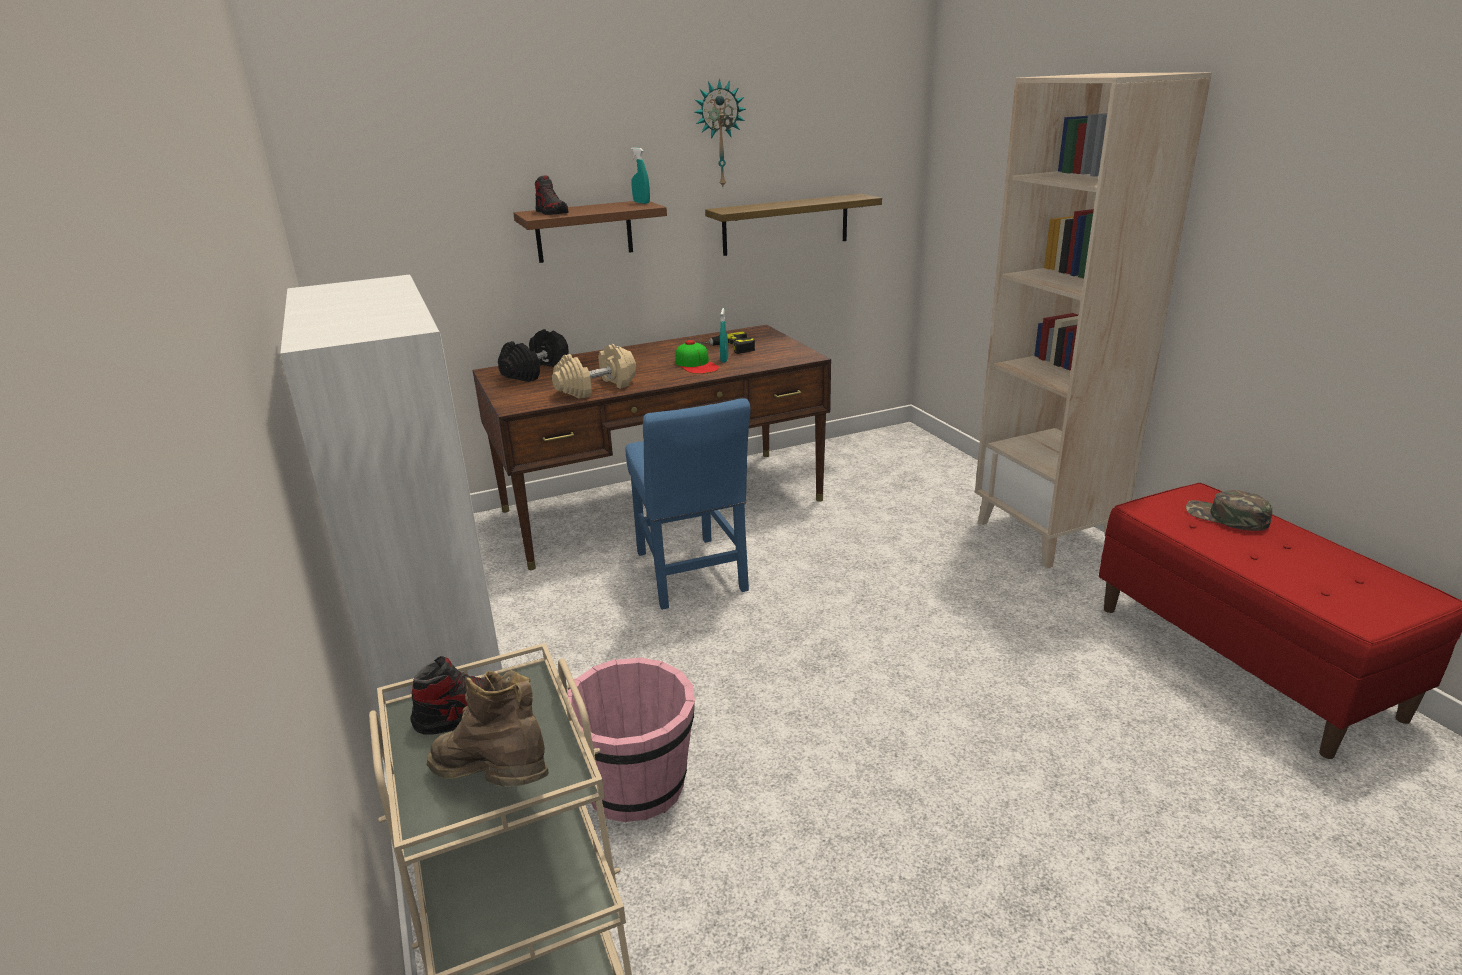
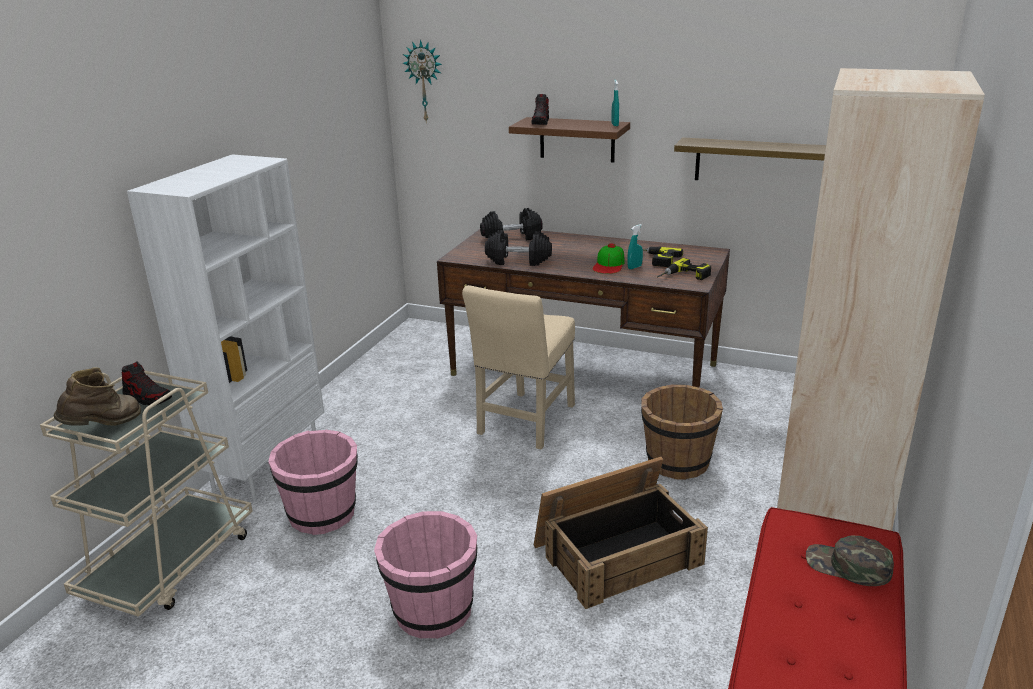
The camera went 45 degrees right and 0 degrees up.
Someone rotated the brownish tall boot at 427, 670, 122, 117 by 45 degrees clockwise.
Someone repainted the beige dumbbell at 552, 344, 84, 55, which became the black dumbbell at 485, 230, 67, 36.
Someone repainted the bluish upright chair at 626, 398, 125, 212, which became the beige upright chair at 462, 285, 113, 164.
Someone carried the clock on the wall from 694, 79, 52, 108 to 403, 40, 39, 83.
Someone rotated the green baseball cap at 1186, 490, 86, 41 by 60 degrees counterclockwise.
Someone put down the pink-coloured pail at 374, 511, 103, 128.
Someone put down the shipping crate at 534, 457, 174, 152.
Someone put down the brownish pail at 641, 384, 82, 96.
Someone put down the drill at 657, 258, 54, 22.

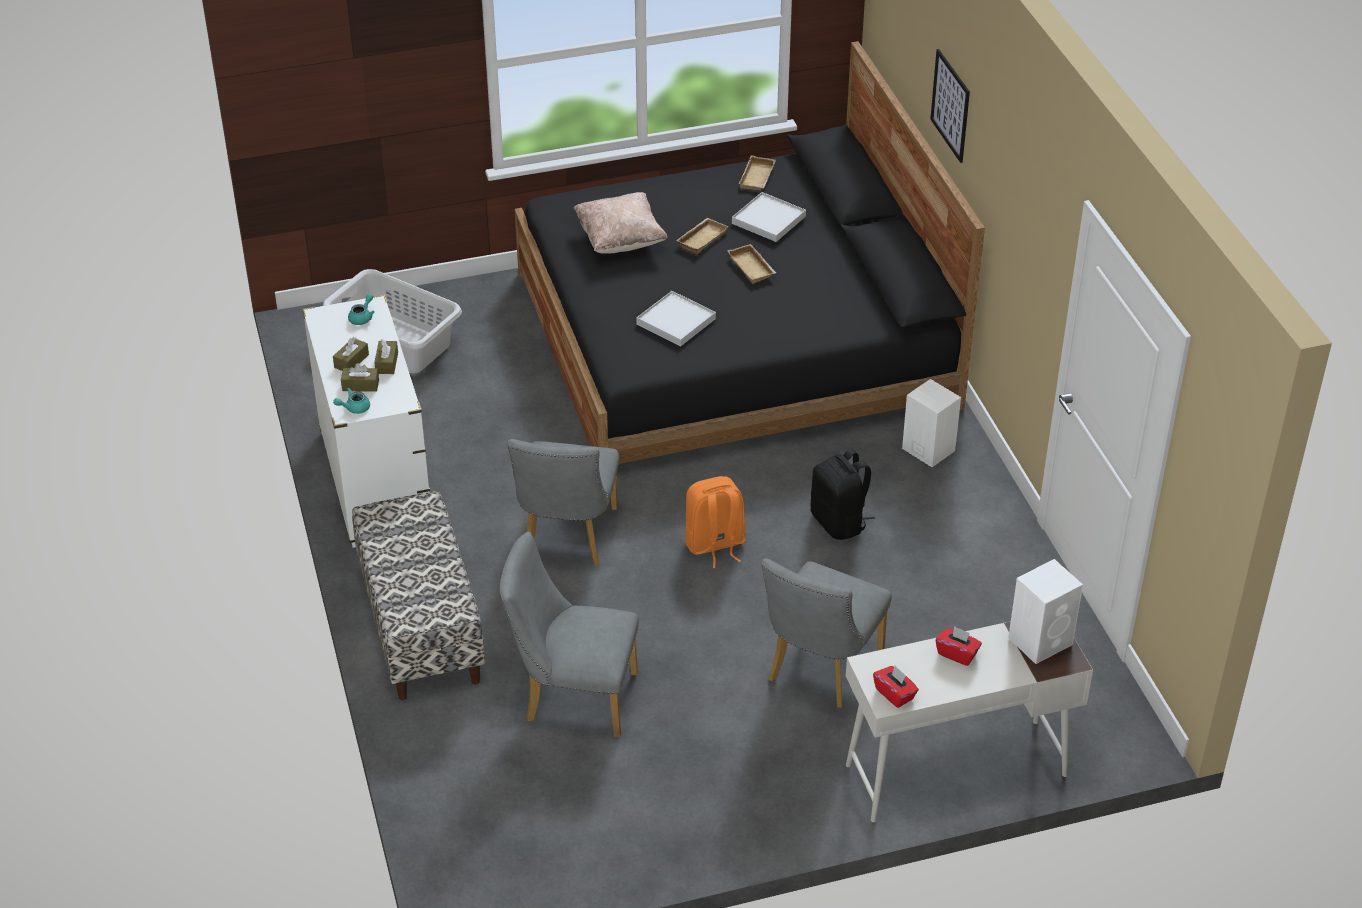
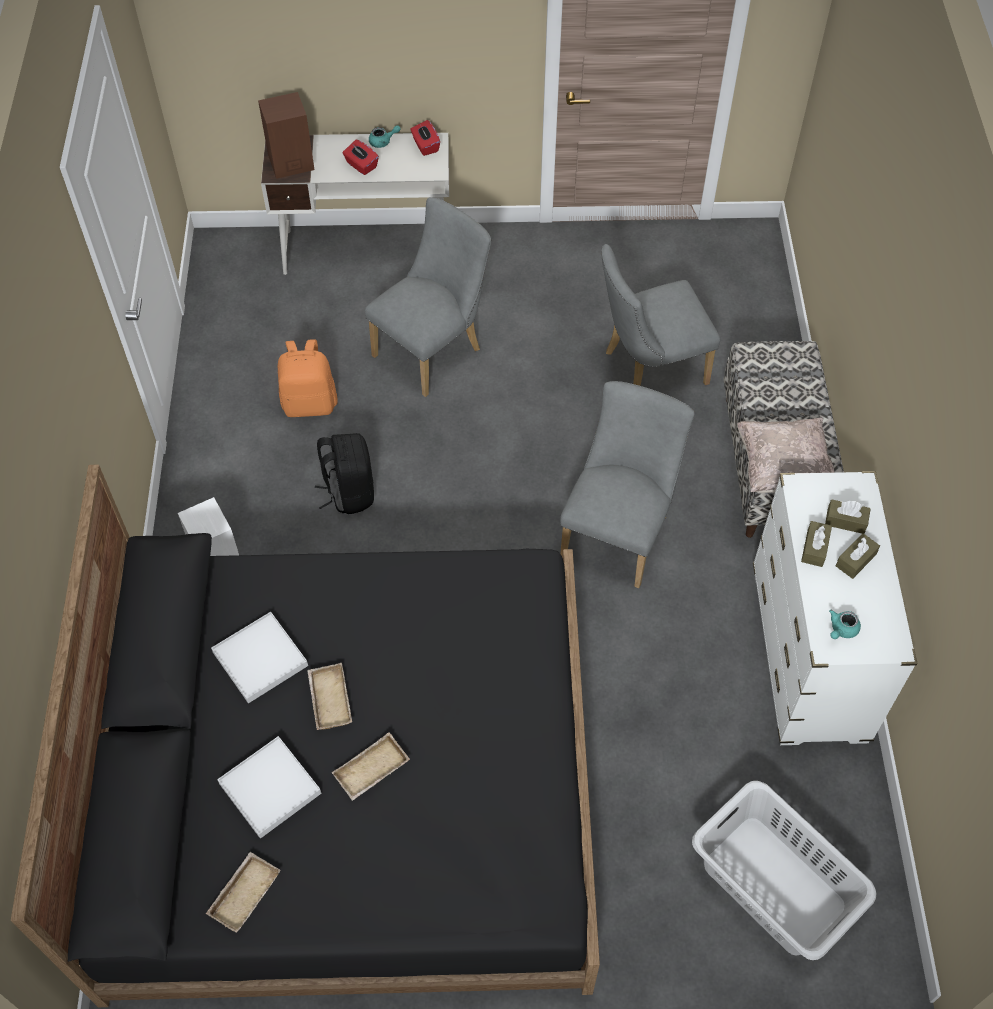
The camera went 165 degrees left and 15 degrees up.
Someone carried the blue-green teapot from 333, 388, 37, 26 to 369, 125, 32, 23.
Someone rotated the gray upright chair at 500, 532, 139, 205 by 135 degrees clockwise.
Someone carried the beige cushion from 573, 192, 95, 62 to 737, 417, 98, 76.
Someone carried the white tray from 636, 291, 80, 55 to 211, 612, 97, 91.
Someone carried the orangey knapsack from 685, 476, 61, 92 to 278, 339, 60, 78.
Someone took away the wall picture at 930, 49, 40, 114.
Someone repainted the white speaker at 1008, 559, 75, 105, which became the brownish speaker at 258, 92, 56, 87.

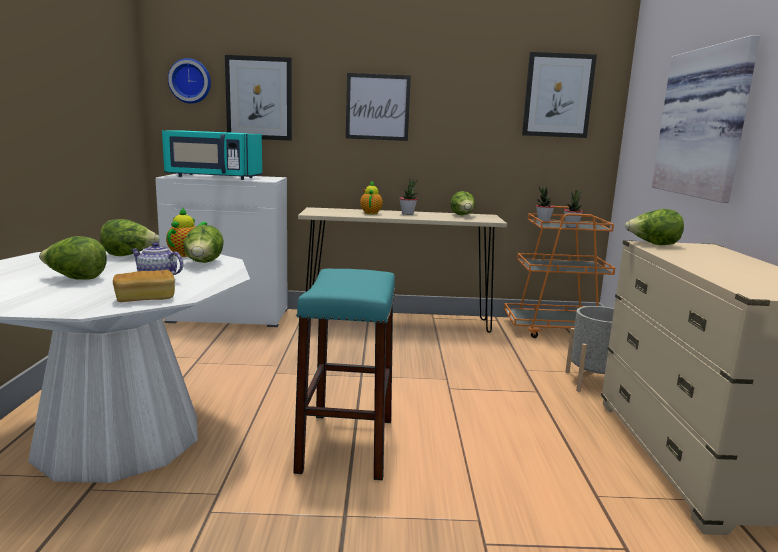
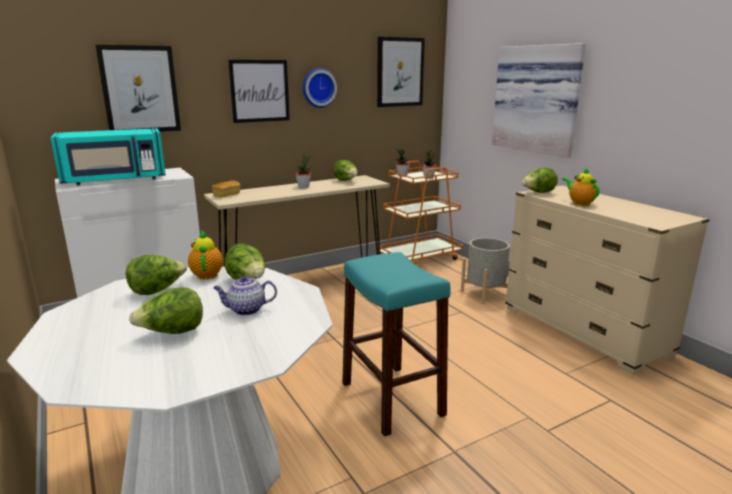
The camera went 30 degrees left and 5 degrees up.
Someone carried the baked bread from 113, 270, 62, 32 to 212, 180, 28, 17.
Someone carried the clock on the wall from 168, 58, 43, 46 to 303, 68, 34, 40.
Someone carried the teapot from 360, 181, 23, 33 to 562, 168, 38, 38.

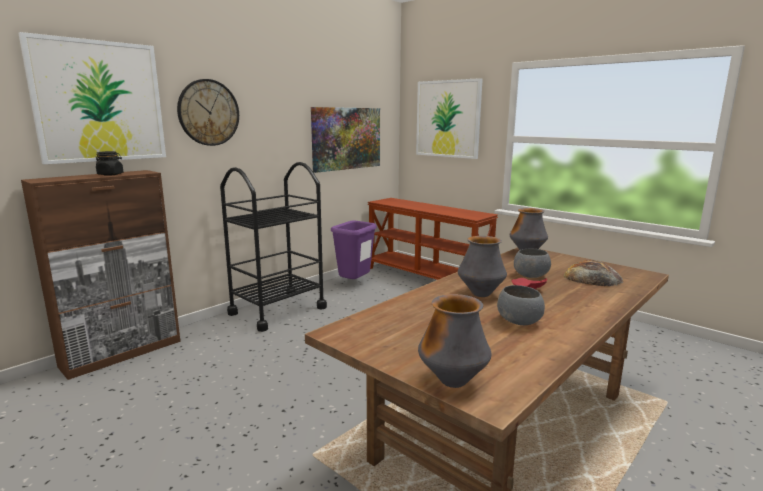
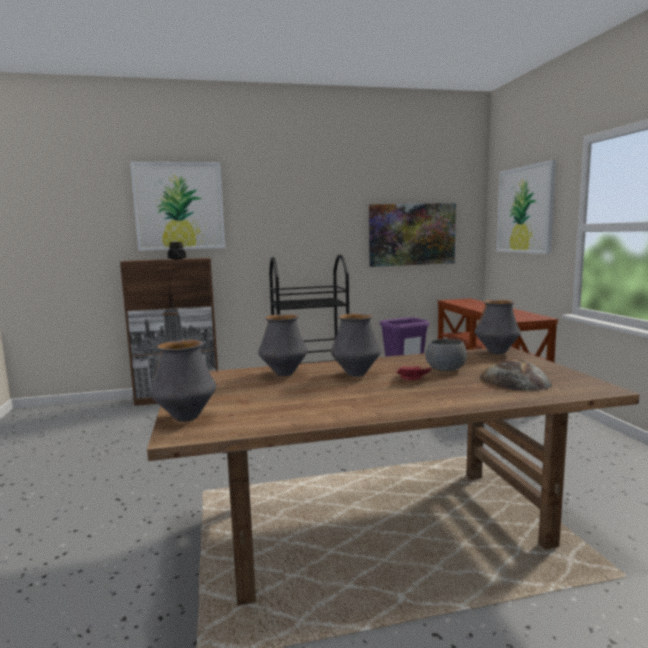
The camera went 35 degrees right and 5 degrees down.
Someone took away the clock on the wall at 177, 79, 62, 67.
Someone took away the gray deep dish at 497, 285, 48, 40.
Someone put down the decorative vase at 258, 314, 50, 62.

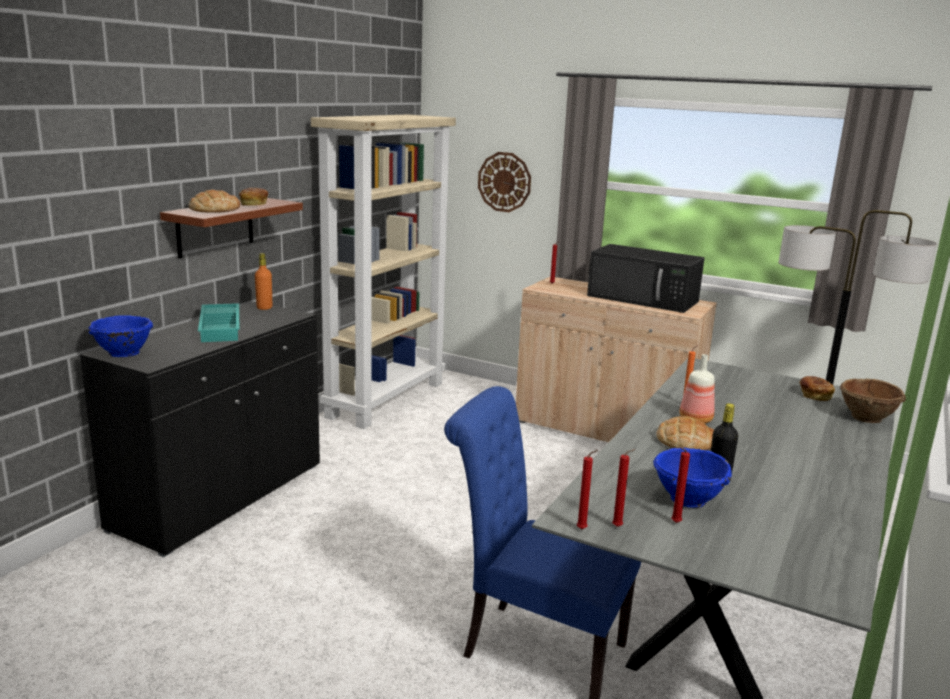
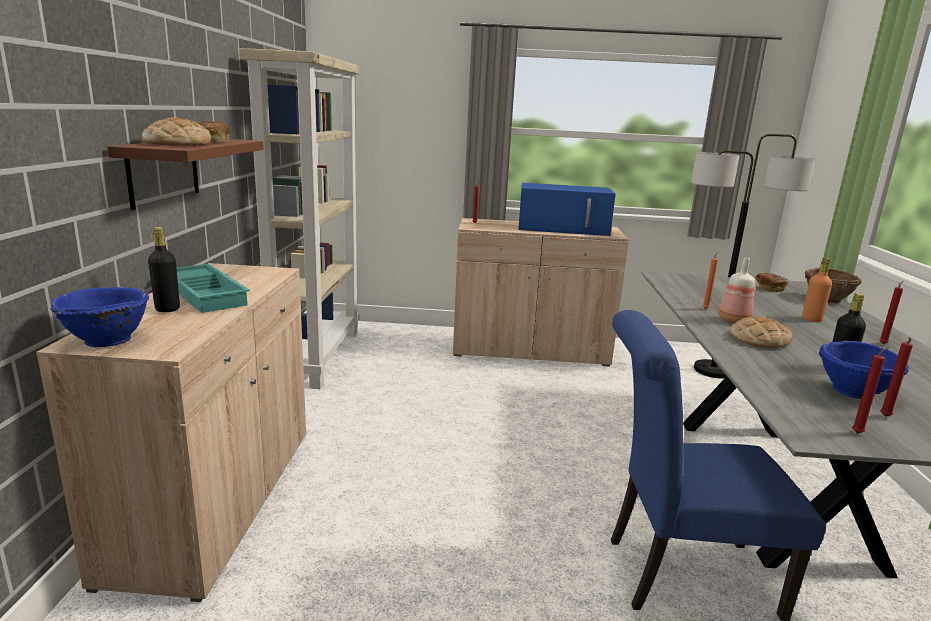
The camera went 25 degrees left and 0 degrees up.
Someone repainted the black cupboard at 80, 302, 240, 255, which became the beige cupboard at 36, 263, 270, 339.
Someone carried the orangey beverage bottle from 255, 253, 17, 57 to 802, 258, 30, 64.
Someone took away the clock on the wall at 478, 152, 53, 60.
Someone carried the red-coloured candle from 577, 450, 21, 79 to 879, 281, 25, 63.
Someone repainted the black microwave at 587, 244, 118, 69, which became the bluish microwave at 518, 183, 98, 53.
Someone put down the black beverage bottle at 148, 227, 32, 85.

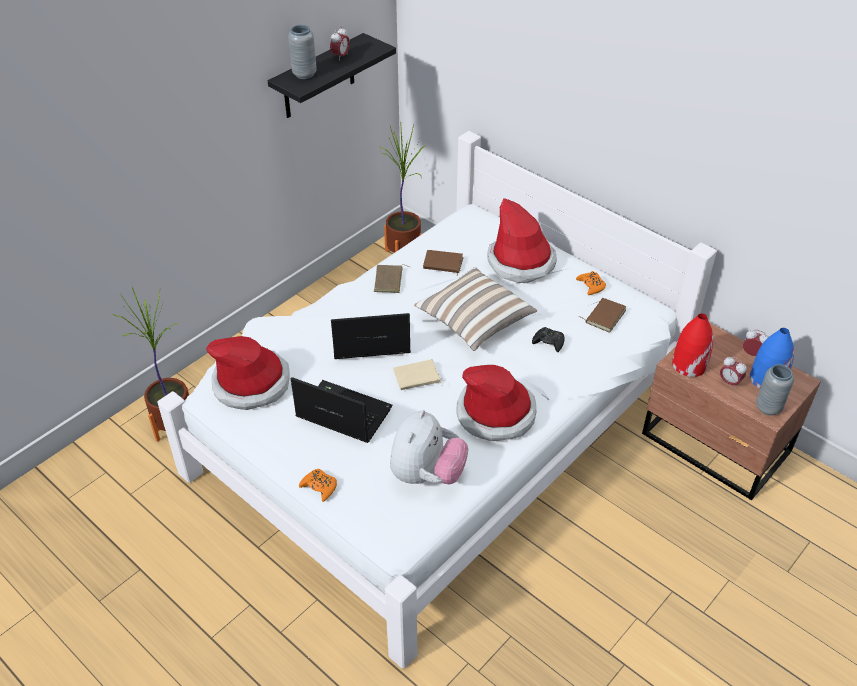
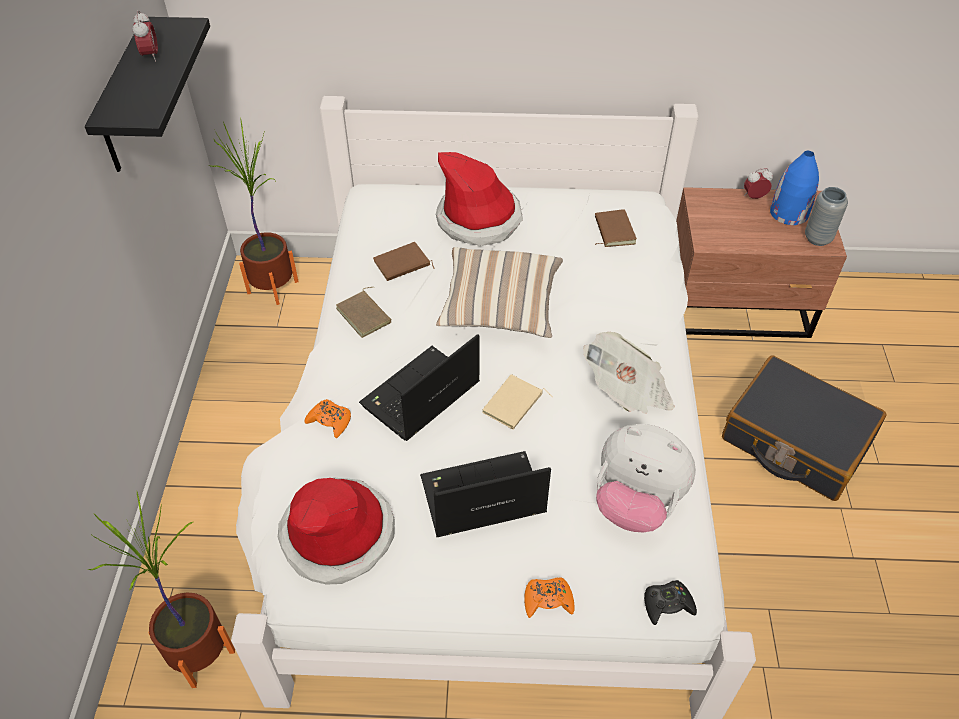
The camera went 40 degrees left and 5 degrees up.
Someone took away the gray decorative vase at 288, 25, 29, 54.
Someone rotated the cuddly toy at 390, 410, 78, 74 by 135 degrees clockwise.
Someone swapped the clothing hat at 456, 365, 80, 76 for the daily paper at 583, 332, 92, 82.
Someone carried the black joypad from 532, 327, 33, 25 to 644, 580, 53, 45.
Someone carried the orangey joypad from 576, 271, 30, 24 to 305, 399, 46, 39.
Someone took away the red-coloured decorative vase at 672, 314, 41, 63.
Someone took away the bedside clock at 720, 357, 27, 32.
Someone put down the black travel case at 722, 355, 165, 146.

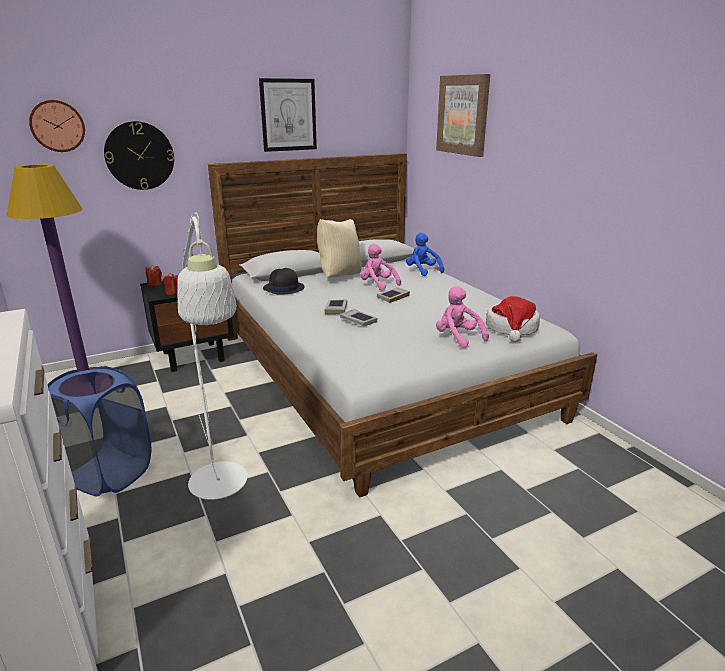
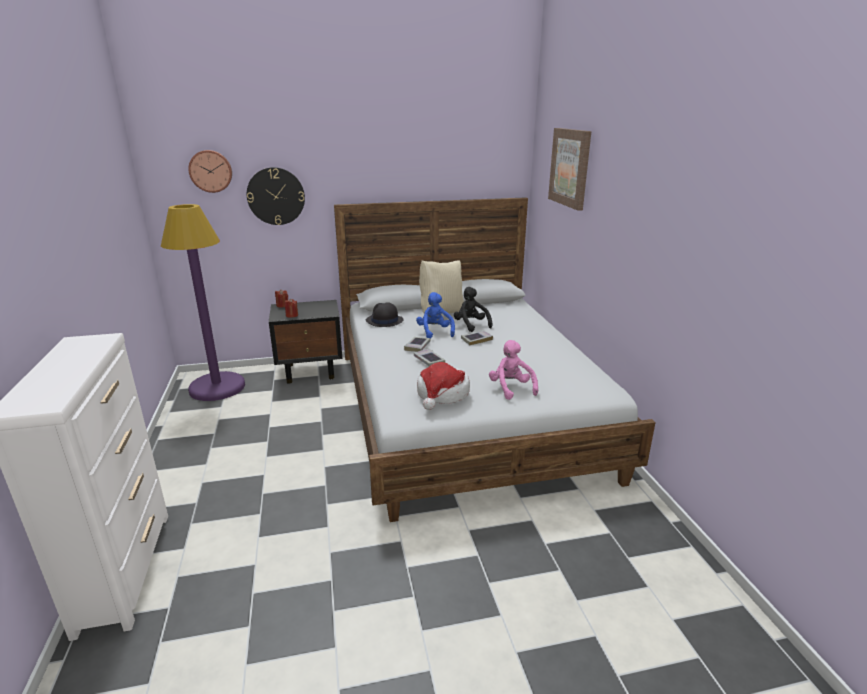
The camera went 15 degrees right and 0 degrees up.
Someone took away the bluish washing basket at 48, 366, 103, 130.
Someone took away the white floor lamp at 177, 212, 71, 288.
Someone took away the wall picture at 259, 78, 58, 74.
Someone repainted the pink-coloured cuddly toy at 360, 244, 41, 46, which became the black cuddly toy at 454, 287, 39, 45.
Someone carried the bluish cuddly toy from 406, 233, 38, 43 to 416, 292, 39, 47.
Someone carried the clothing hat from 486, 296, 54, 46 to 417, 362, 53, 48.

